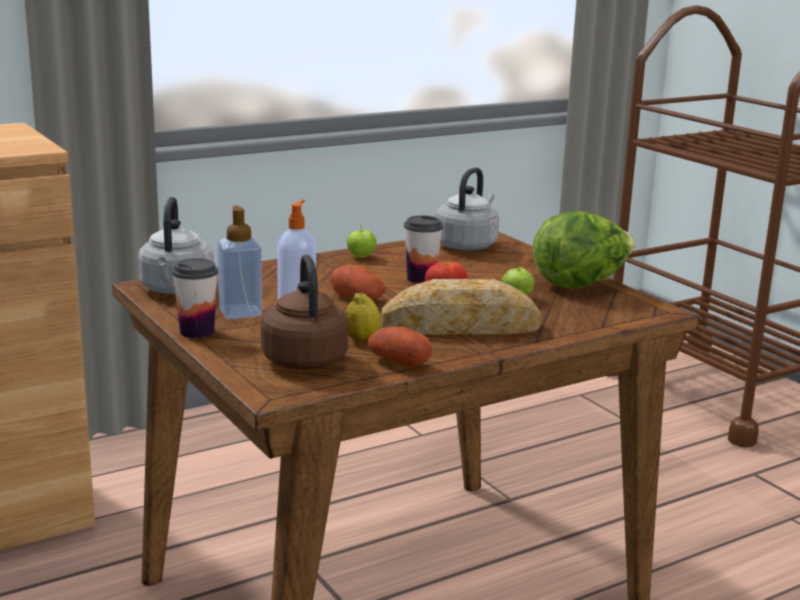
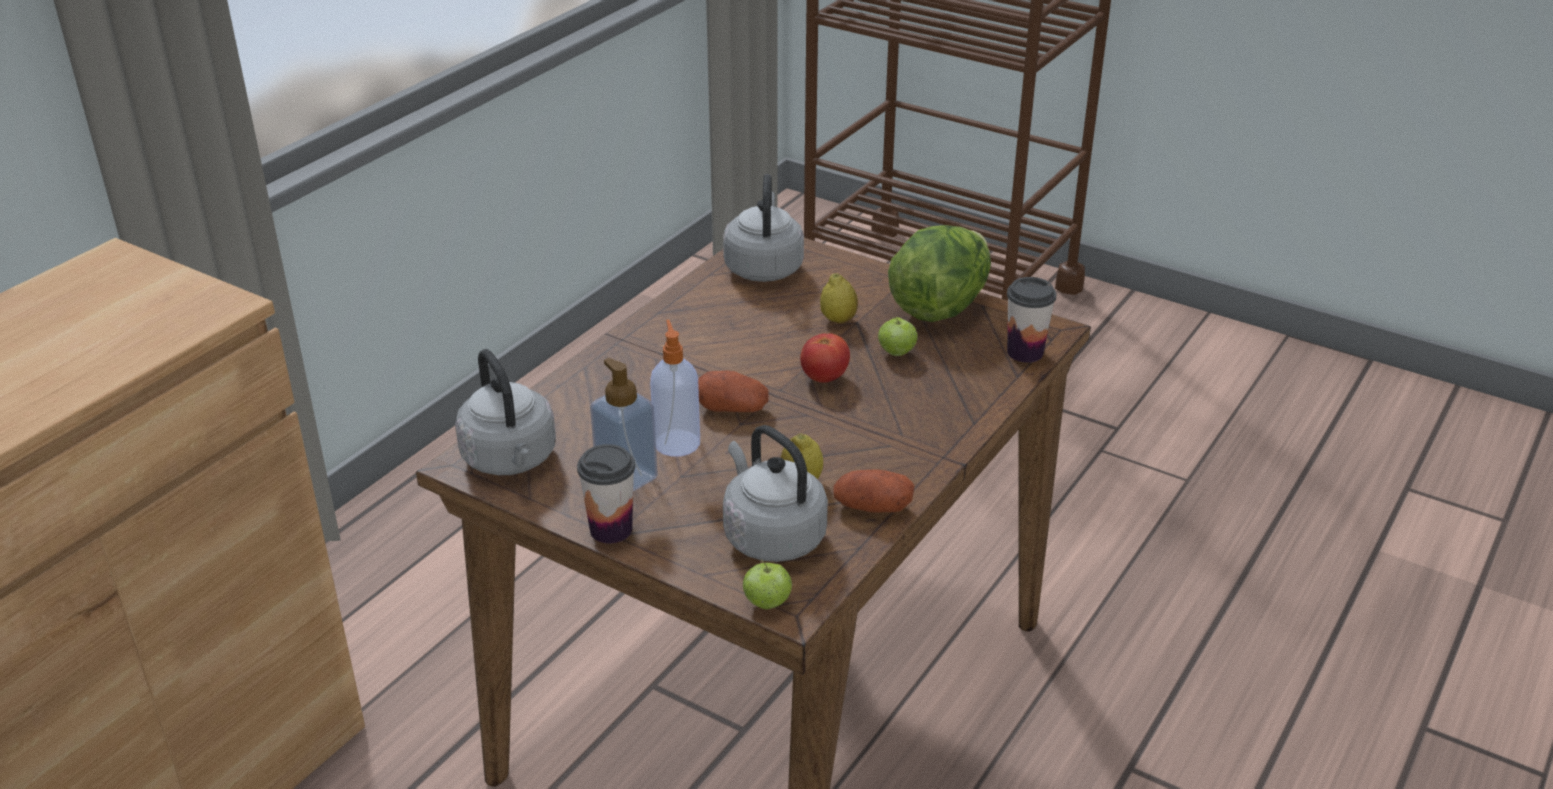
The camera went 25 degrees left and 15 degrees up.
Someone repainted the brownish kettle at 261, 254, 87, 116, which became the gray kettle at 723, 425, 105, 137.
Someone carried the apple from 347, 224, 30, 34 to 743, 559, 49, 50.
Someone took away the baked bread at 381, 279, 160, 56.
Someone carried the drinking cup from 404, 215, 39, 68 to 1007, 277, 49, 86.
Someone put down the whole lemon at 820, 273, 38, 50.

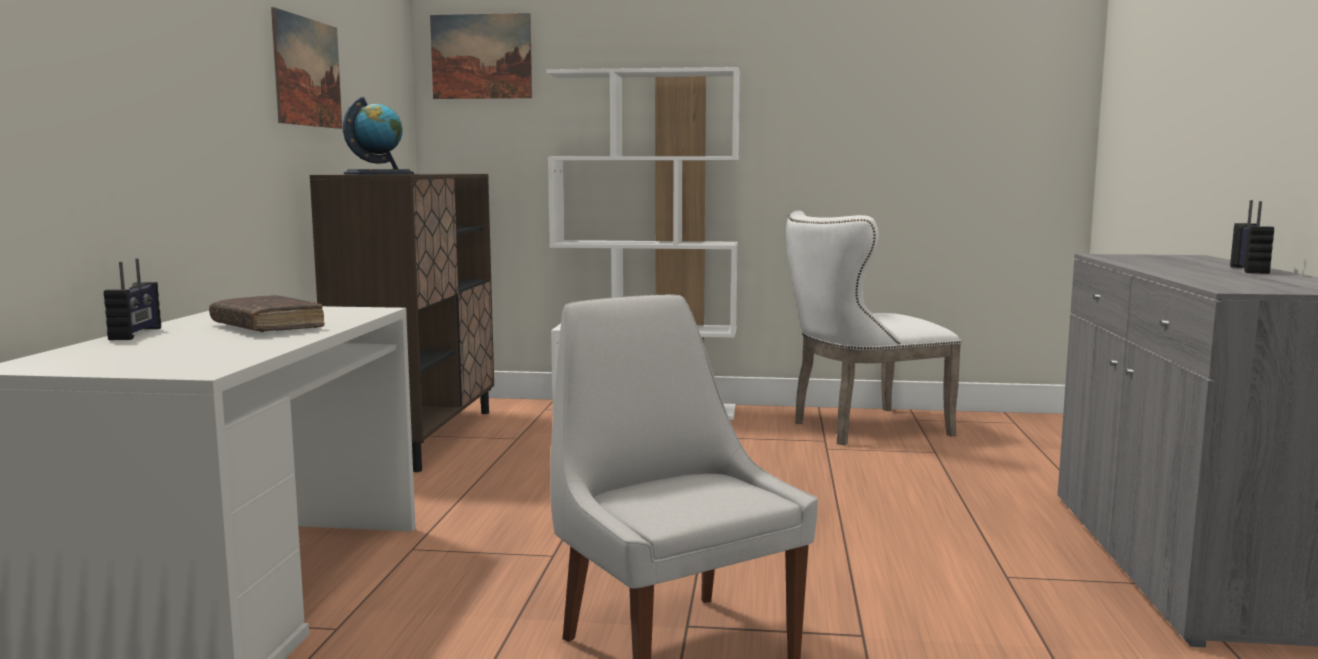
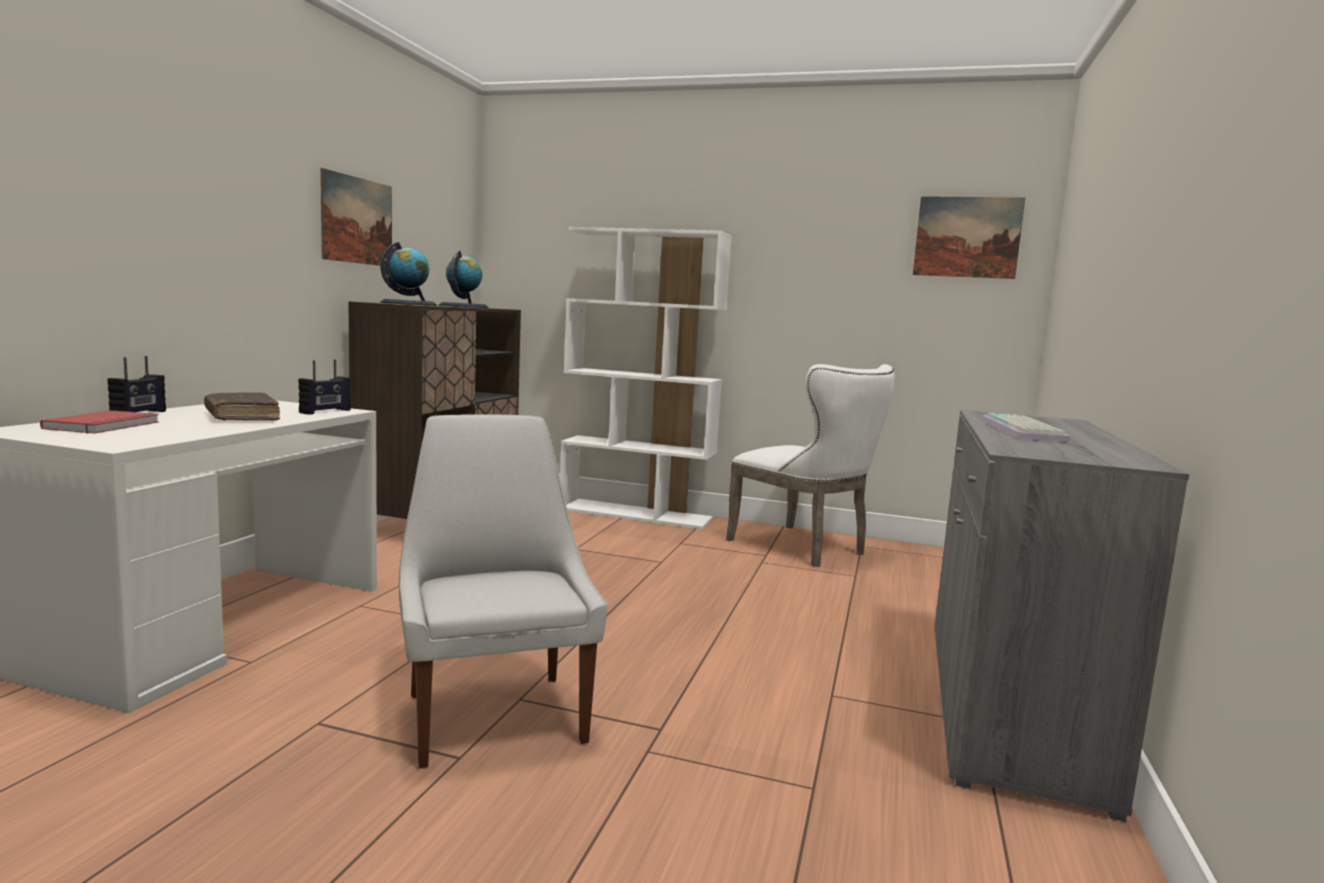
The camera went 10 degrees right and 0 degrees up.
Someone carried the wall picture from 430, 13, 102, 86 to 913, 196, 112, 83.
Someone rotated the white upright chair at 786, 210, 175, 235 by 120 degrees counterclockwise.
Someone carried the radio set from 1230, 200, 44, 74 to 298, 360, 53, 55.
Someone put down the red-coloured volume at 40, 410, 119, 23.
Someone put down the globe at 439, 251, 50, 57.
Someone put down the PC keyboard at 981, 413, 90, 30.

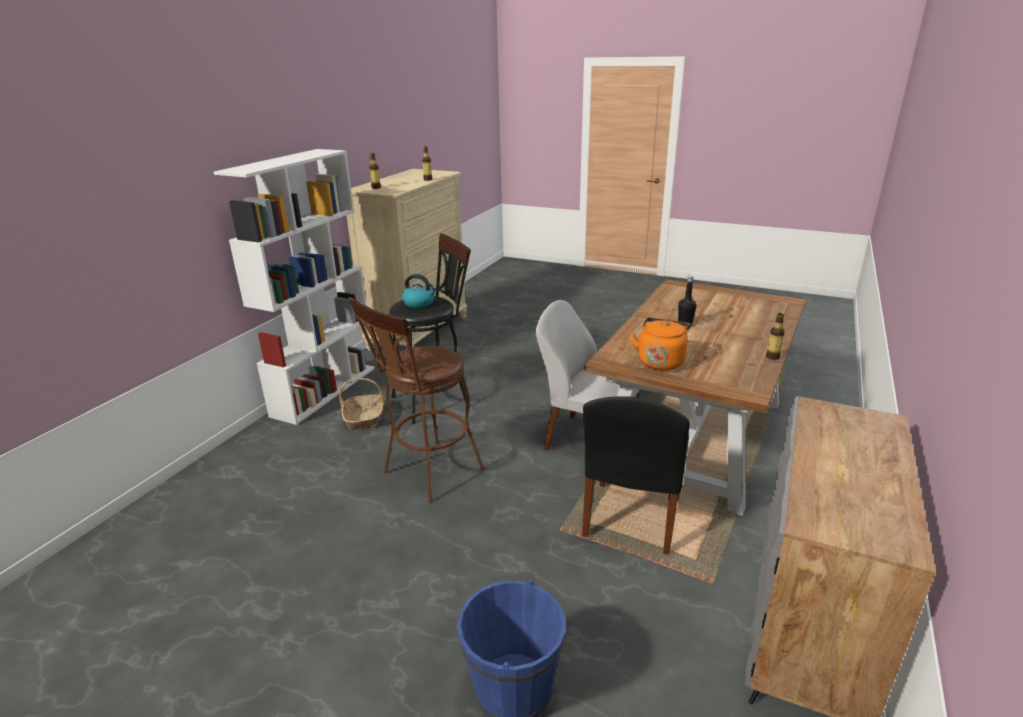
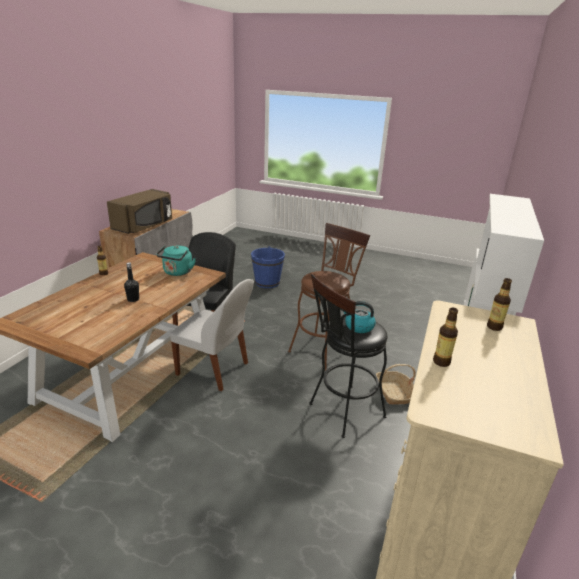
The camera went 175 degrees right and 0 degrees up.
Someone repainted the orangey kettle at 630, 317, 61, 54, which became the blue-green kettle at 156, 246, 40, 30.
Someone put down the brownish microwave at 107, 189, 65, 45.

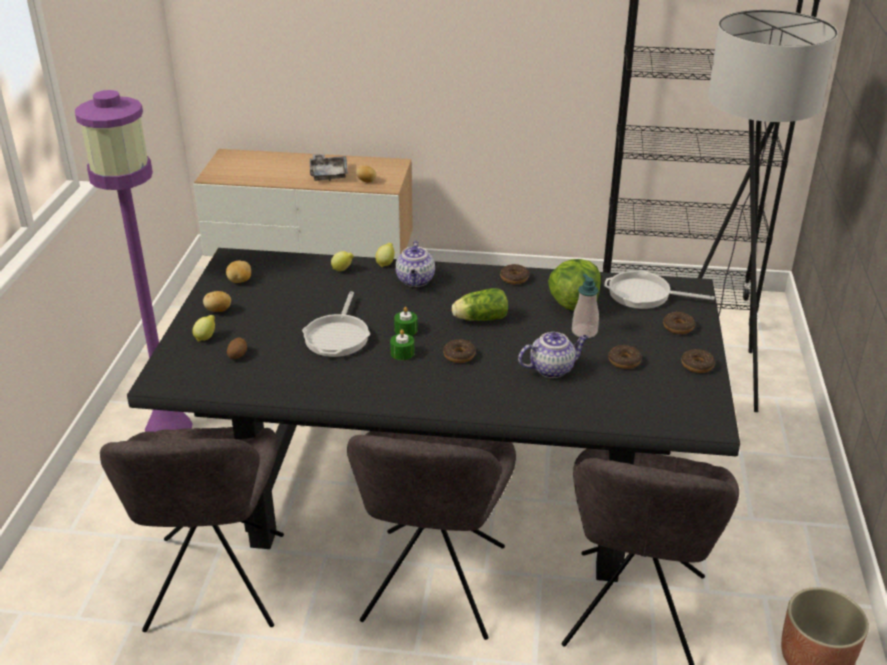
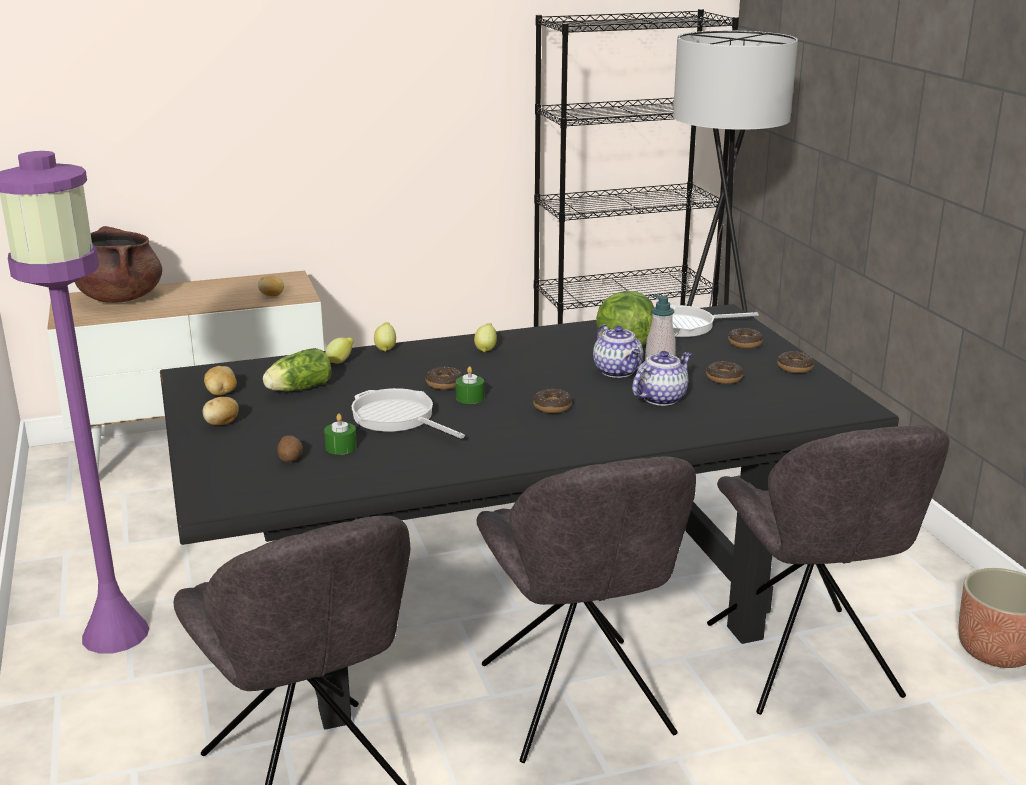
The camera went 25 degrees left and 10 degrees down.
Someone carried the whole lemon from 192, 315, 23, 27 to 474, 323, 23, 29.
Someone rotated the skillet at 302, 291, 68, 66 by 150 degrees clockwise.
Someone took away the gray tray at 310, 154, 38, 27.
Someone carried the green candle from 390, 329, 25, 31 to 324, 414, 33, 41.
Someone carried the teapot from 395, 241, 40, 46 to 593, 325, 50, 53.
Someone carried the lettuce head from 452, 288, 56, 33 to 263, 348, 68, 43.
Someone carried the doughnut from 500, 264, 29, 20 to 426, 367, 37, 23.
Someone put down the brownish stockpot at 75, 226, 87, 77.

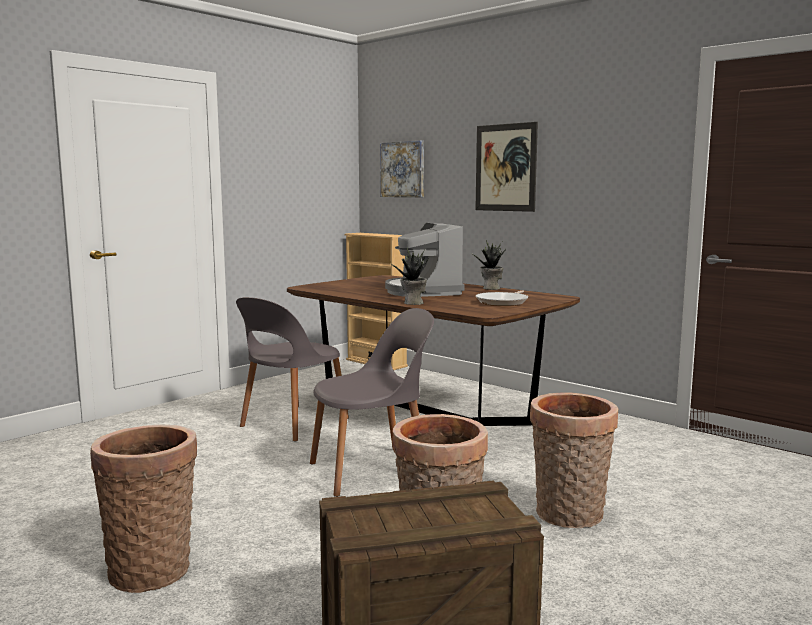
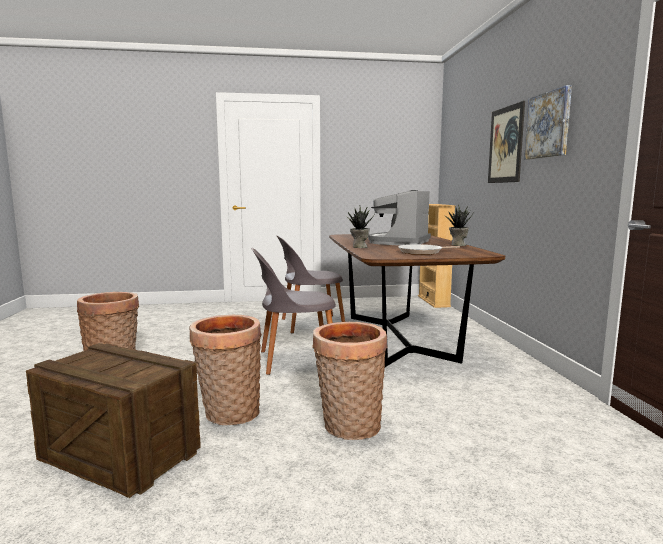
The camera went 40 degrees right and 0 degrees up.
Someone rotated the gray upright chair at 310, 308, 124, 189 by 150 degrees clockwise.
Someone carried the wall picture from 380, 141, 44, 56 to 524, 85, 48, 74.

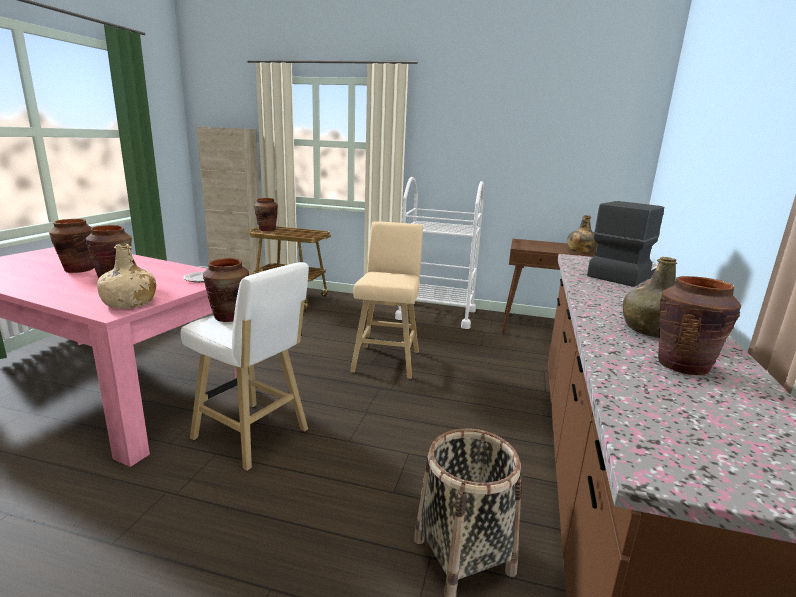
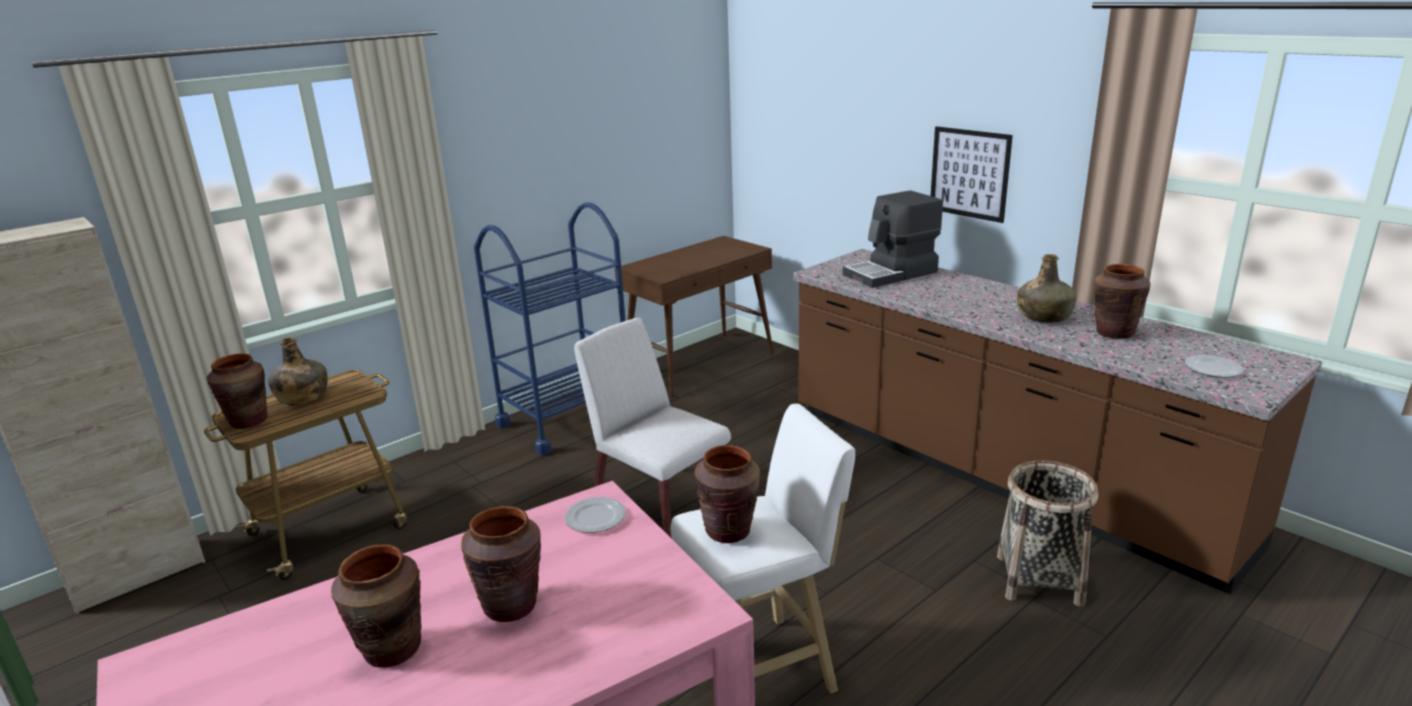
The camera went 55 degrees left and 5 degrees up.
Someone took away the beige beverage bottle at 97, 244, 59, 65.
Someone swapped the beige sitting stool at 350, 221, 73, 158 for the white upright chair at 574, 318, 157, 221.
Someone repainted the white cart at 395, 177, 89, 152, which became the bluish cart at 474, 203, 152, 252.
Someone carried the green beverage bottle from 567, 215, 30, 38 to 268, 337, 60, 68.
Someone rotated the coffee brewer at 587, 201, 77, 86 by 105 degrees counterclockwise.
Someone put up the wall picture at 931, 126, 82, 97.
Someone put down the plate at 1184, 355, 59, 22.

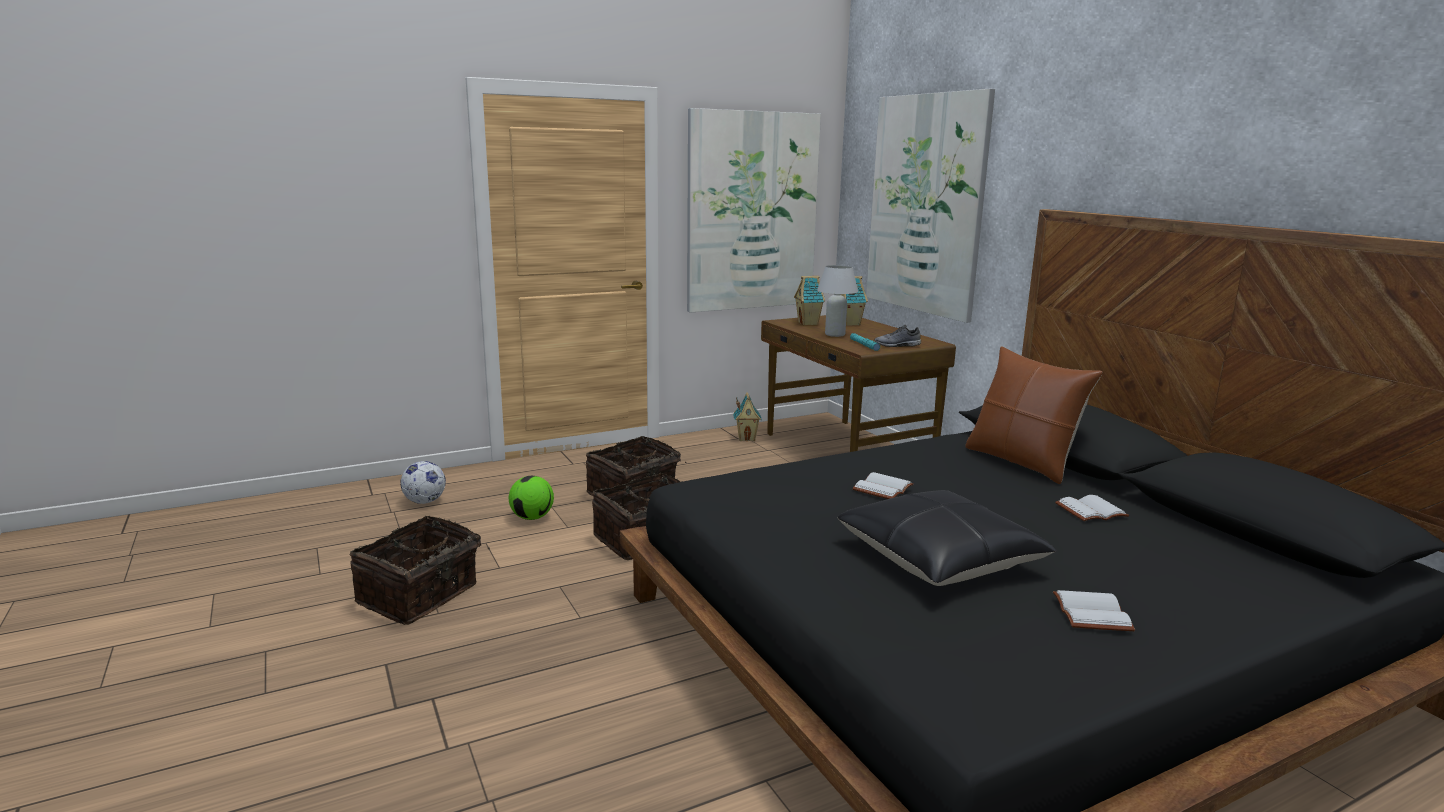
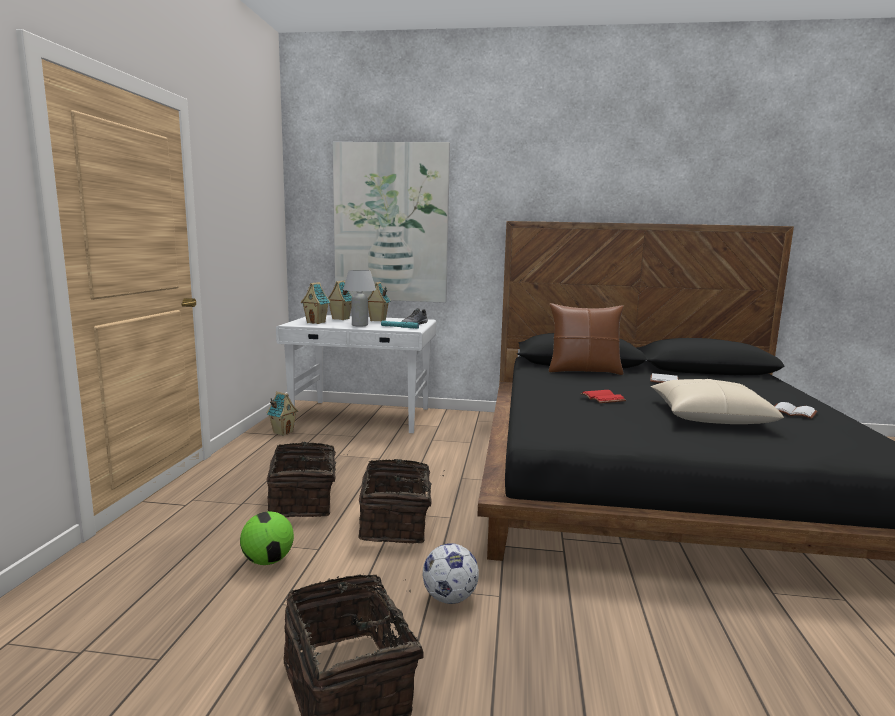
The camera went 55 degrees left and 5 degrees down.
Someone carried the football ball from 400, 461, 46, 43 to 423, 543, 56, 61.
Someone took away the wall picture at 687, 108, 134, 205.
Someone repainted the brownish desk table at 761, 315, 195, 137, which became the white desk table at 276, 315, 160, 118.
Someone repainted the black cushion at 837, 490, 219, 96, which became the beige cushion at 651, 379, 133, 45.
Someone repainted the white volume at 852, 472, 61, 27, which became the red-coloured volume at 580, 390, 46, 13.
Someone put down the miniature house at 368, 282, 23, 39.

